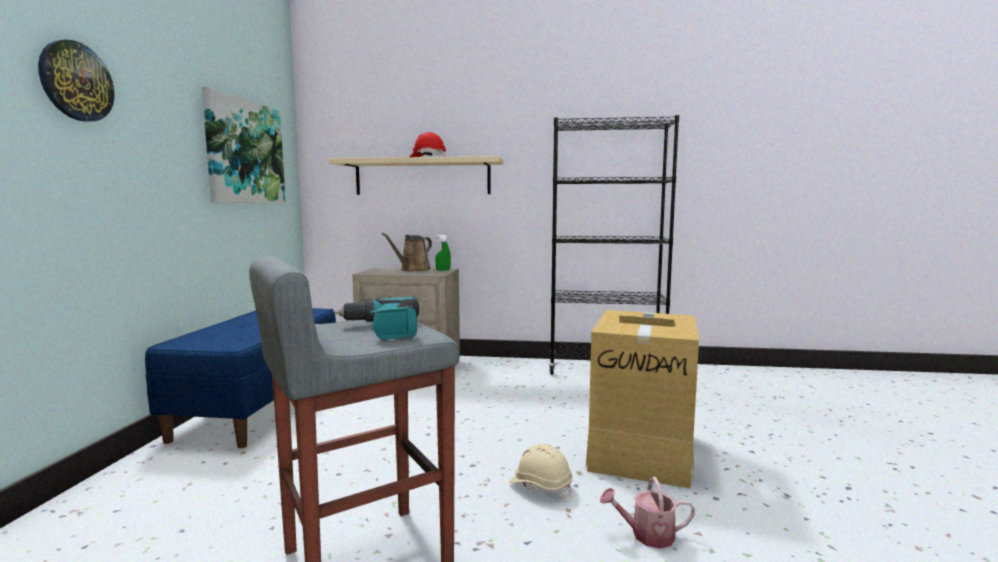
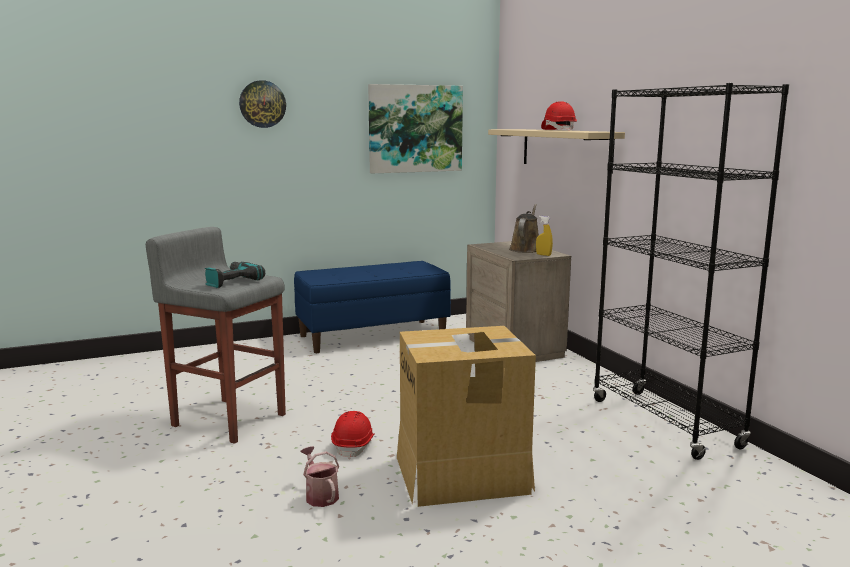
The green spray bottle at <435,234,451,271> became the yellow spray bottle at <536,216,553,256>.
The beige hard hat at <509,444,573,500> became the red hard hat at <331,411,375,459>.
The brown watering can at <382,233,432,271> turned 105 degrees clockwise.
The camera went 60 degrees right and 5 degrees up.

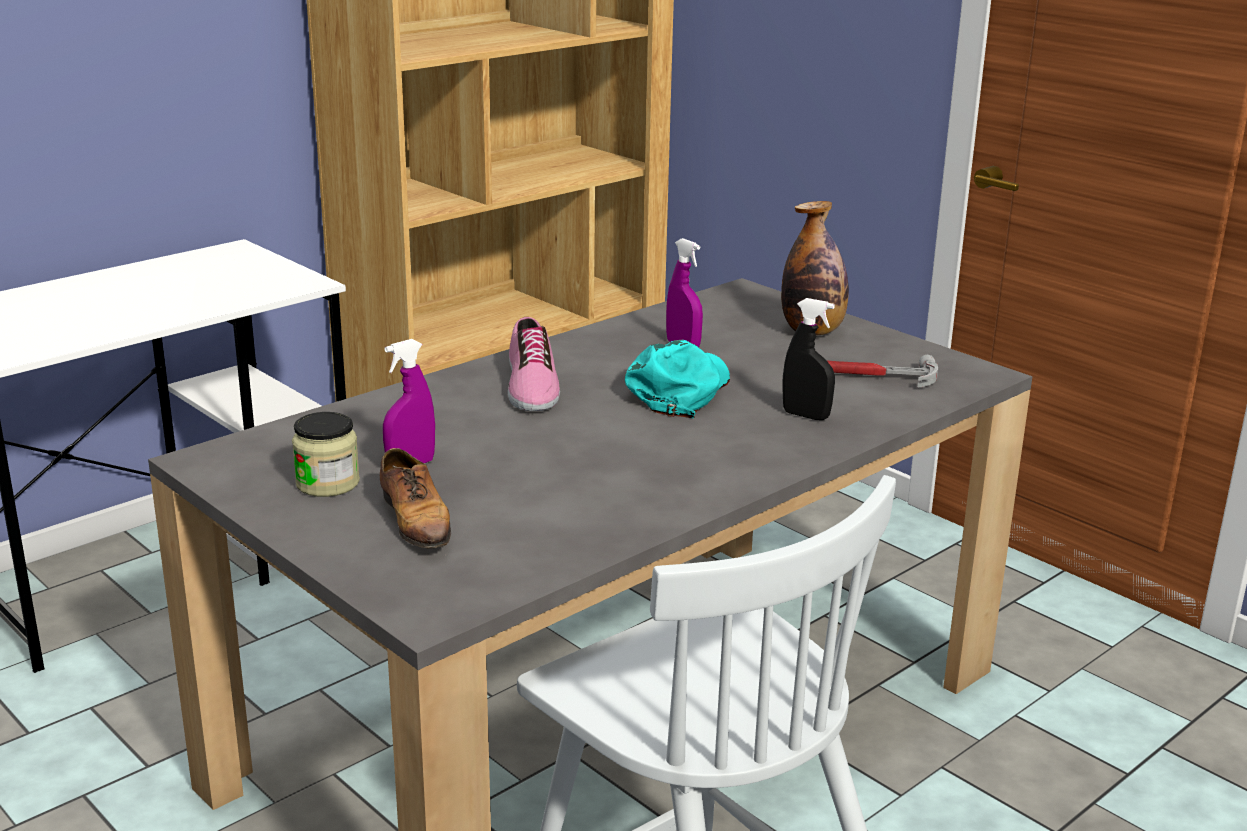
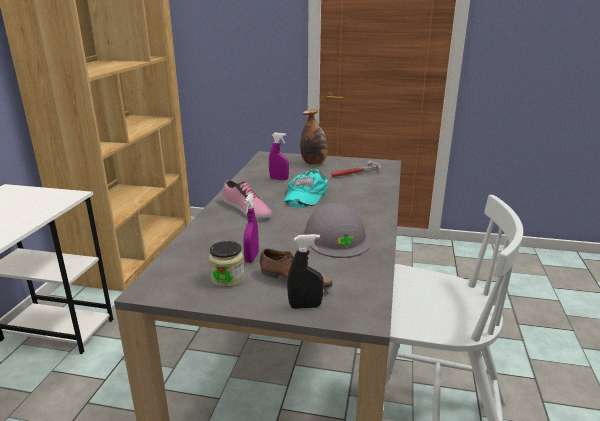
The grey hard hat at <302,203,371,258> appeared.
The black spray bottle moved from <783,298,835,420> to <287,234,324,309>.
The turquoise cap at <625,340,730,418> turned 150 degrees counterclockwise.
The camera went 35 degrees left and 0 degrees up.

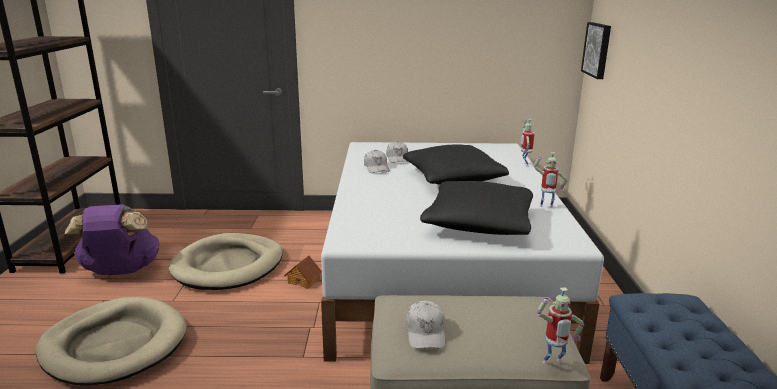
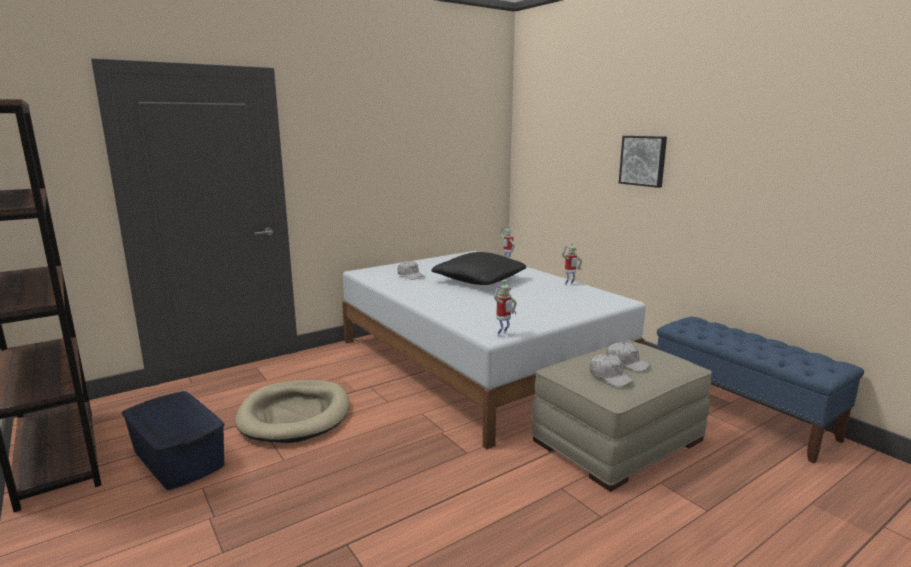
The beige dog bed at <36,297,186,386> disappeared.
The toy house at <284,255,322,289> disappeared.
The black pillow at <420,181,533,235> disappeared.
The white cap moved from <364,150,390,173> to <606,342,650,372>.
The toy robot moved from <537,287,584,364> to <494,280,517,336>.
The picture moved from <581,22,611,79> to <619,136,667,188>.
The purple backpack at <65,204,160,275> was replaced by the blue storage box at <122,391,225,490>.
The camera went 35 degrees left and 5 degrees down.

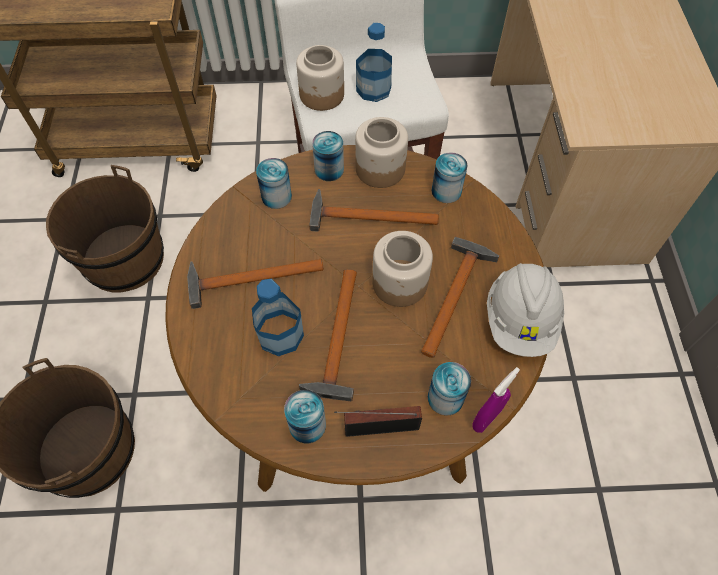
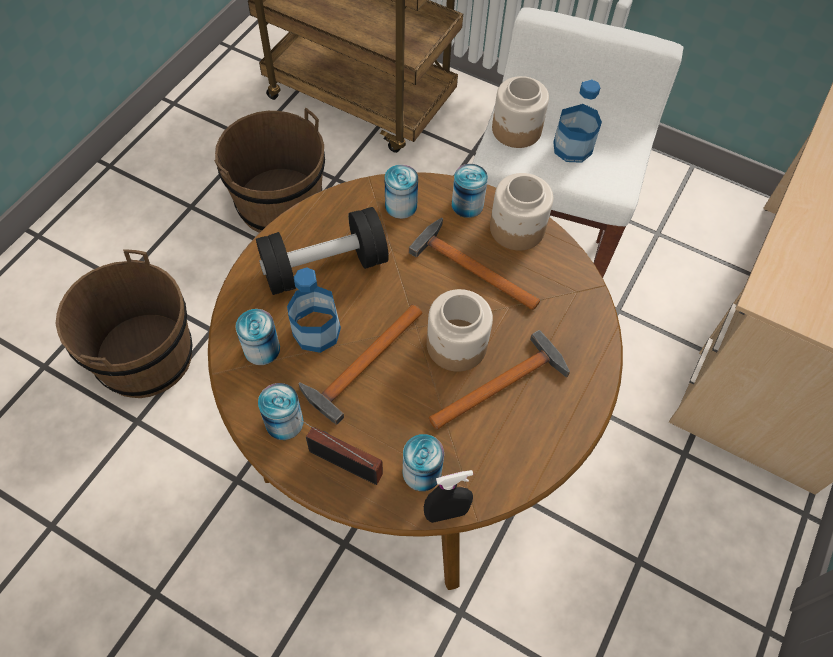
The white hard hat at <487,263,564,357> disappeared.
The can moved from <432,152,467,203> to <236,309,280,365>.
The hammer at <187,259,324,309> was replaced by the black dumbbell at <256,207,389,295>.
The purple spray bottle at <472,367,520,433> became the black spray bottle at <424,470,473,523>.
The camera went 30 degrees right and 0 degrees up.

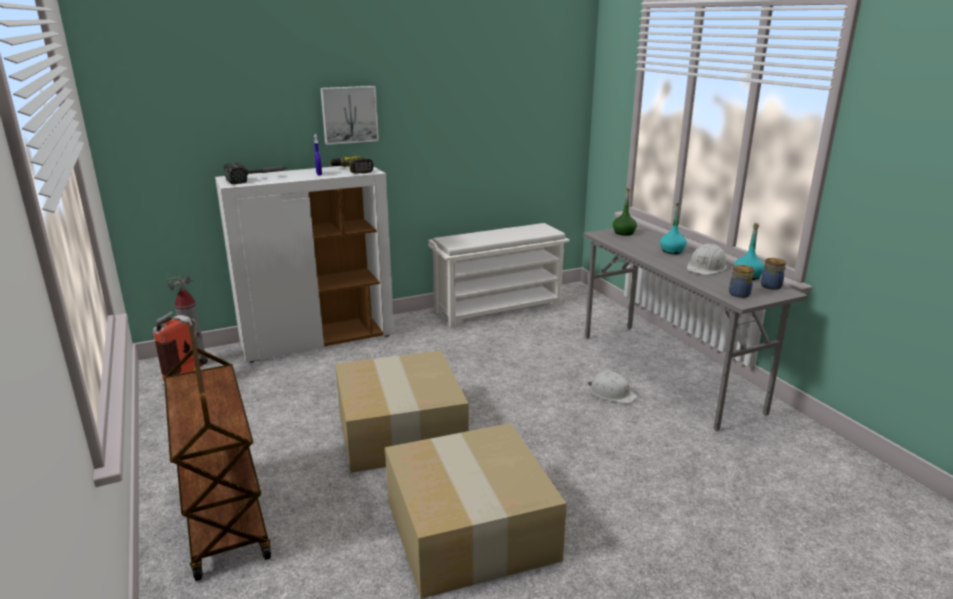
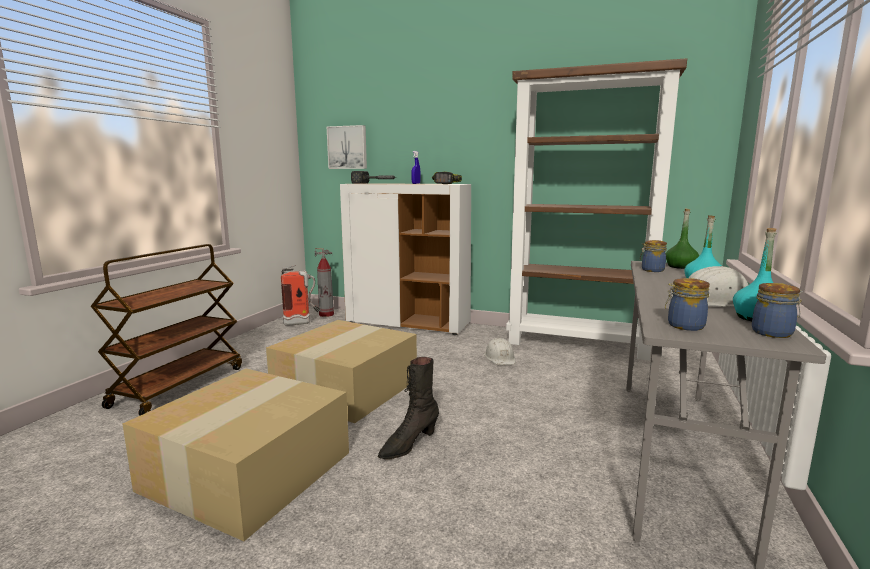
The black boot at <377,357,439,459> appeared.
The jar at <640,240,667,272> appeared.
The picture moved from <321,86,379,145> to <327,125,367,169>.
The white hard hat moved from <588,371,638,404> to <484,338,516,365>.
The white shoe rack at <428,223,570,328> was replaced by the brown bookcase at <506,58,687,361>.
The camera went 45 degrees right and 10 degrees down.

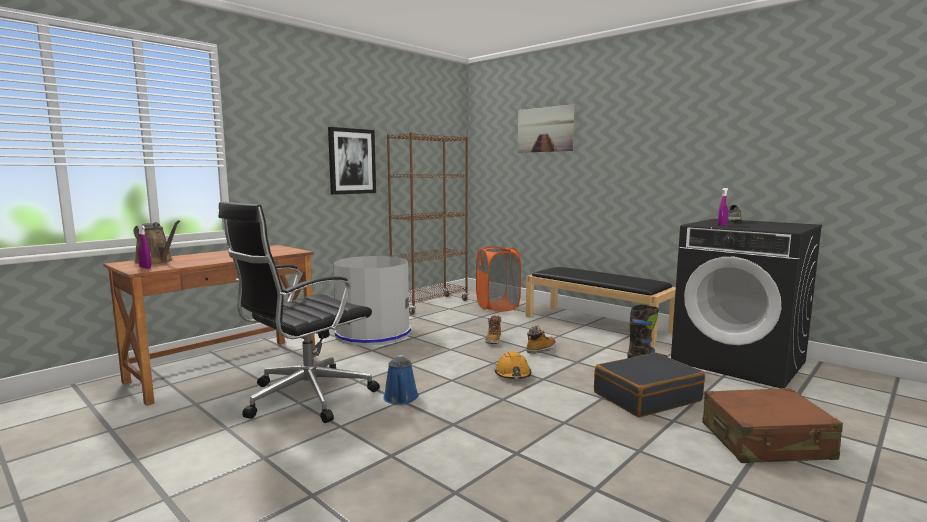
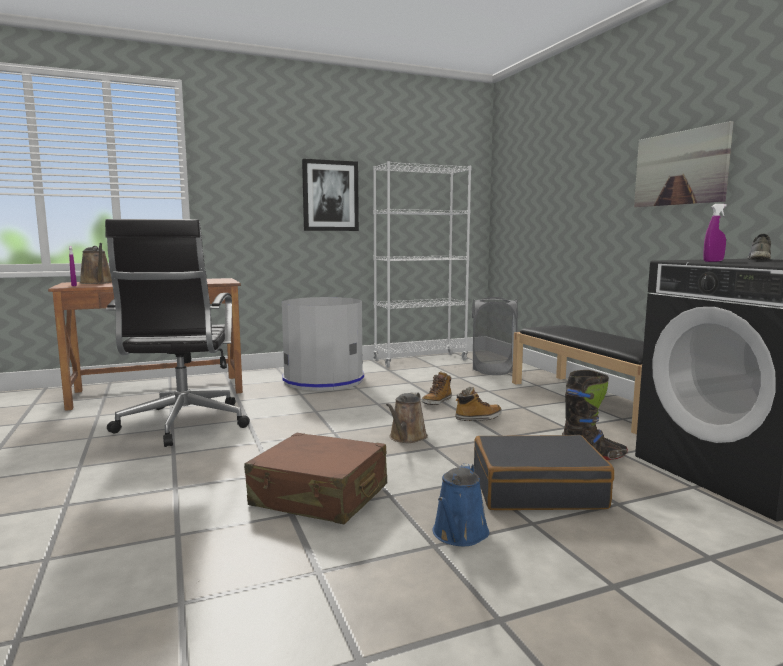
The blue watering can moved from <383,355,419,405> to <432,463,489,546>.
The picture moved from <518,105,574,153> to <634,121,733,207>.
The brown suitcase moved from <702,388,843,463> to <244,433,387,524>.
The orange hard hat at <495,351,531,379> was replaced by the brown watering can at <386,392,428,443>.
The brown bookcase at <387,133,468,315> became the white bookcase at <373,161,471,368>.
The orange laundry basket at <476,246,521,312> became the grey laundry basket at <472,297,518,375>.
The black office chair at <219,201,380,423> turned 75 degrees counterclockwise.
The camera went 25 degrees right and 0 degrees up.

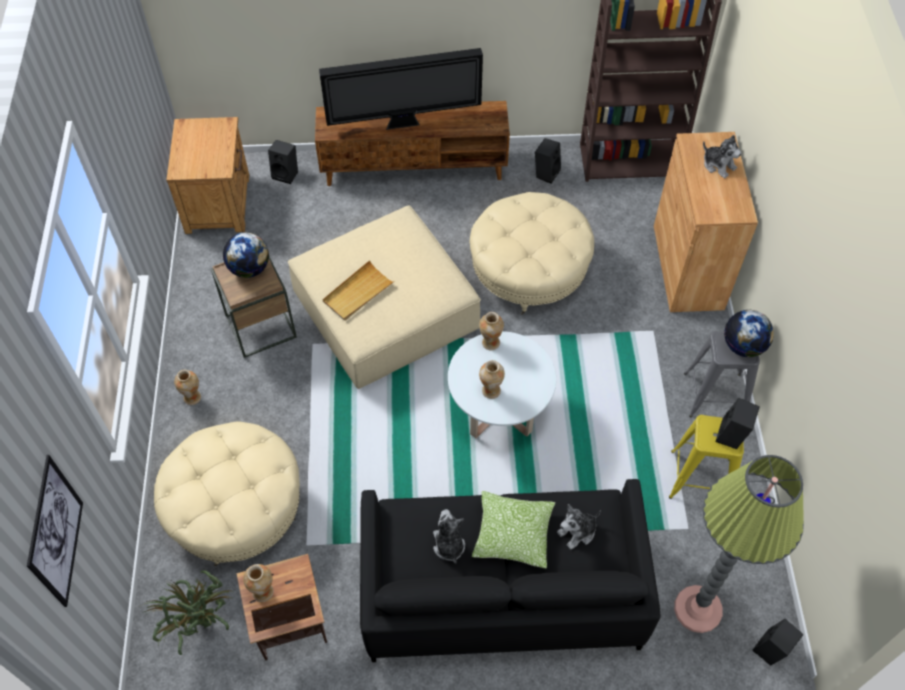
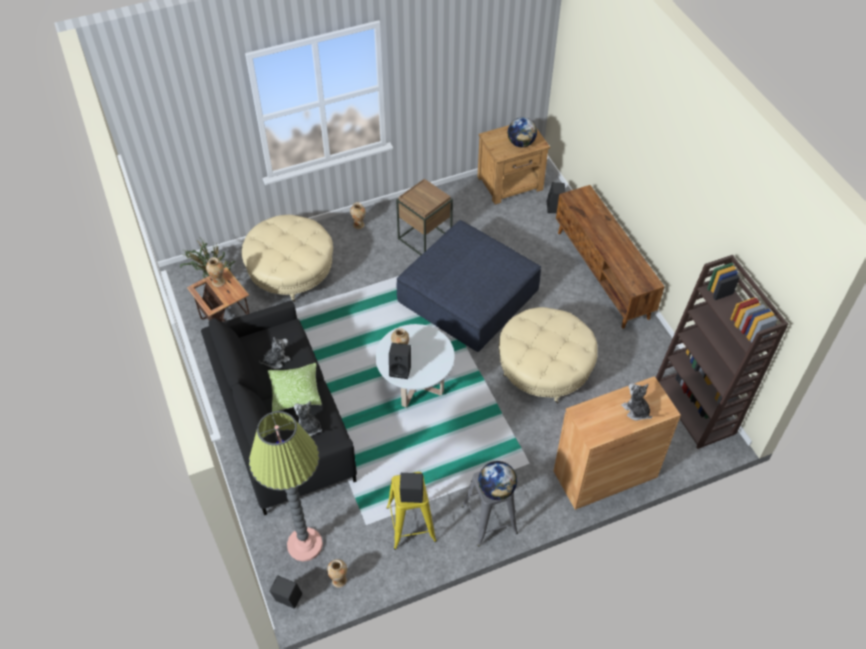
The picture at <27,455,83,607> disappeared.
The television at <319,48,483,130> disappeared.
The beige tray at <323,260,395,321> disappeared.
The globe moved from <223,233,269,278> to <507,117,537,147>.
The vase moved from <479,312,504,350> to <327,559,347,588>.
The black speaker moved from <535,138,561,184> to <389,343,411,379>.
The beige ottoman at <288,206,481,389> became the blue ottoman at <396,220,541,352>.
The plush toy at <703,135,742,178> turned 120 degrees clockwise.
The camera went 70 degrees right and 5 degrees down.

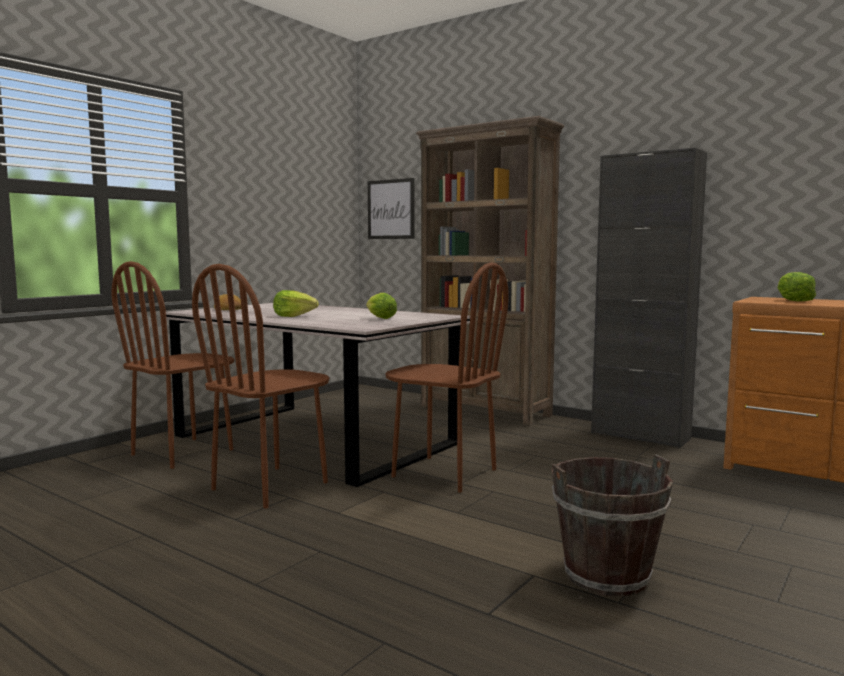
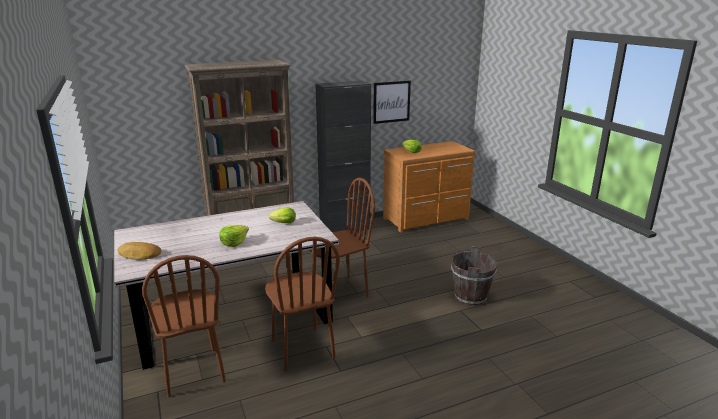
The picture moved from <368,178,414,239> to <373,81,411,124>.
The camera went 60 degrees left and 15 degrees up.

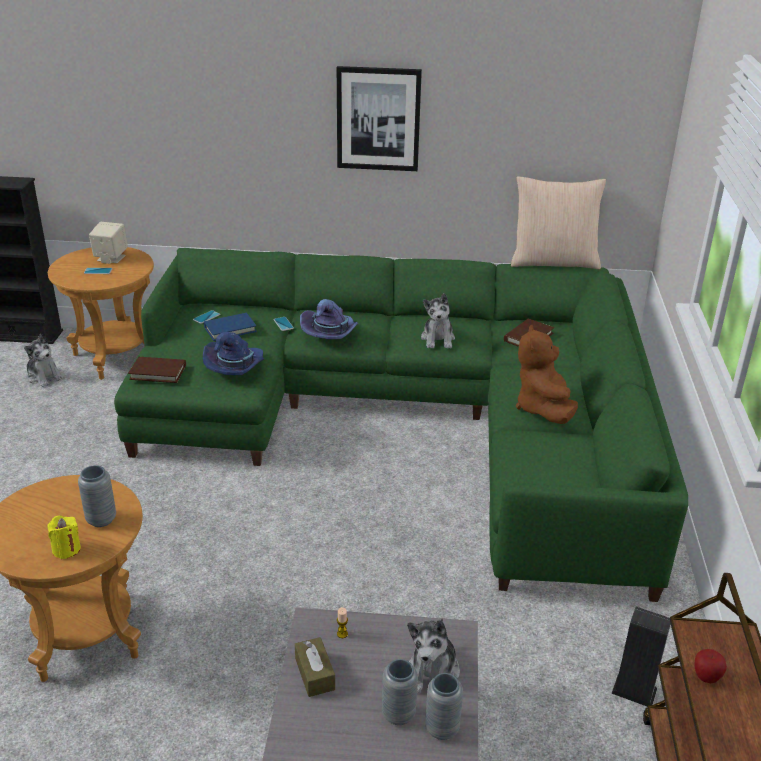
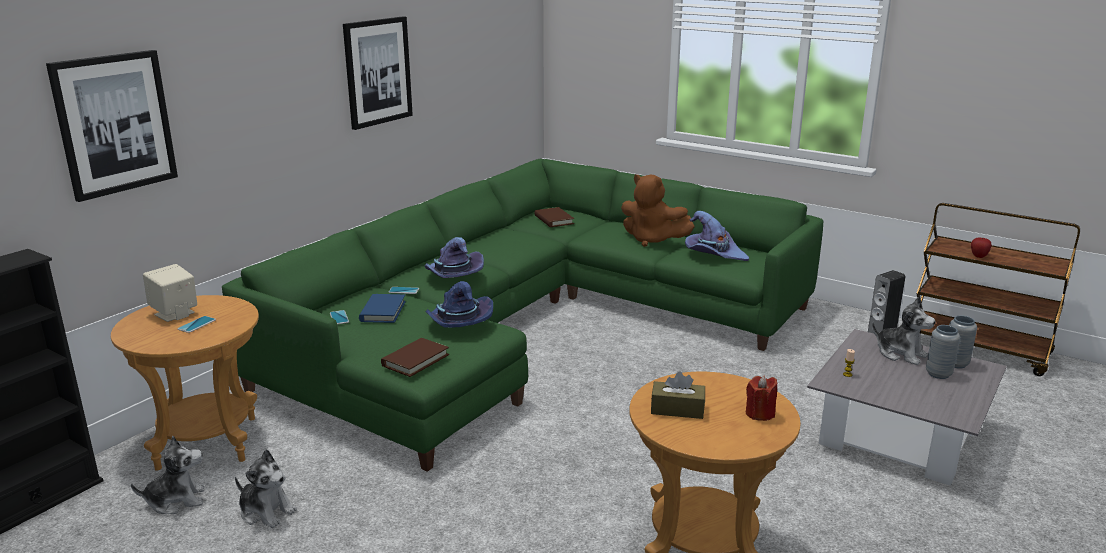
The grey vase at <78,465,116,527> disappeared.
The beige pillow at <511,176,606,269> disappeared.
The picture at <46,50,178,202> appeared.
The purple hat at <685,211,749,261> appeared.
The brown tissue box moved from <295,637,335,697> to <651,371,705,419>.
The plush toy moved from <421,293,455,348> to <235,449,297,528>.
The yellow candle at <47,516,81,559> became the red candle at <746,376,777,421>.
The camera went 60 degrees left and 10 degrees down.

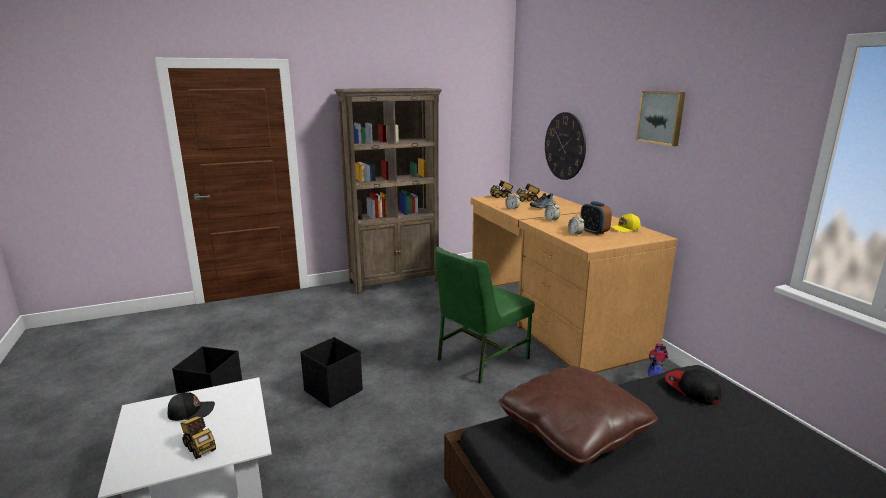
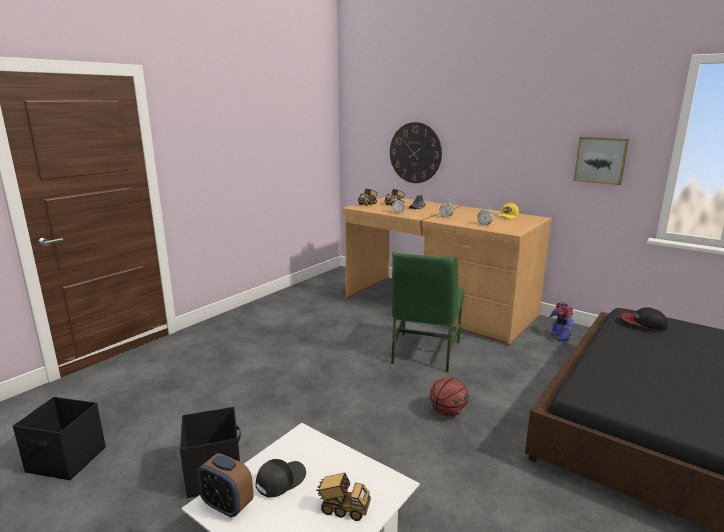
The brown bookcase at <335,88,442,294> disappeared.
The brown pillow at <499,366,658,466> disappeared.
The basketball at <430,377,469,416> appeared.
The black storage box moved from <300,337,363,408> to <13,397,106,480>.
The alarm clock moved from <580,201,612,235> to <197,453,254,518>.
The picture moved from <636,91,685,146> to <574,137,629,185>.
The camera went 30 degrees left and 0 degrees up.

